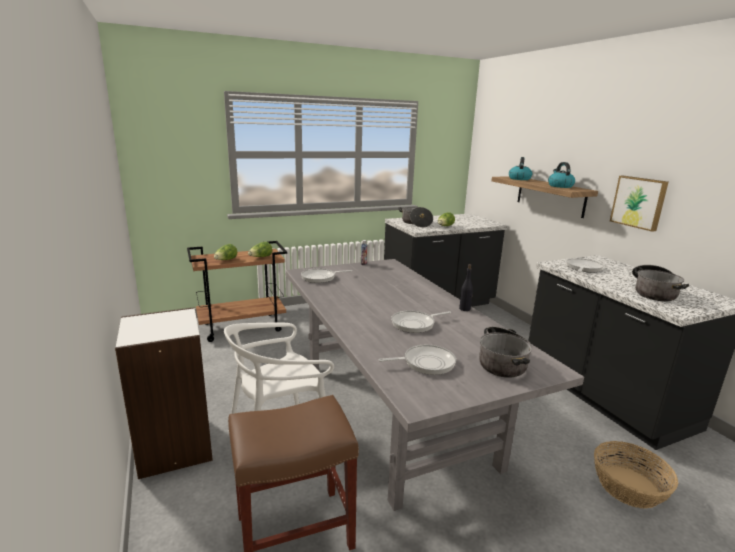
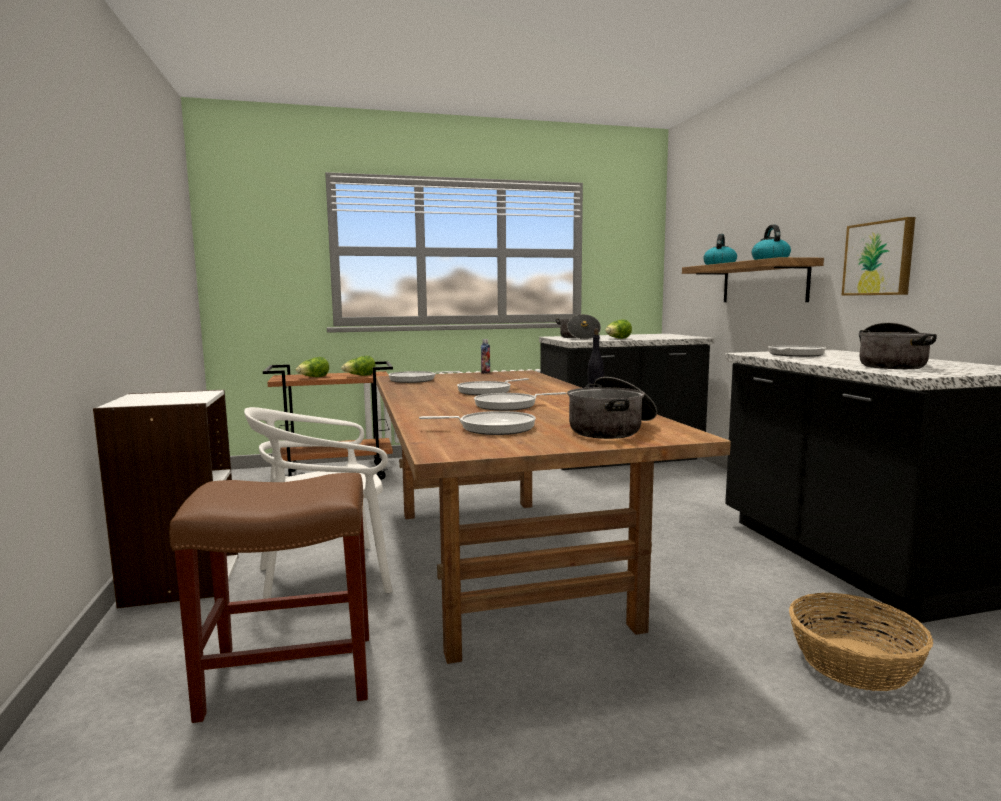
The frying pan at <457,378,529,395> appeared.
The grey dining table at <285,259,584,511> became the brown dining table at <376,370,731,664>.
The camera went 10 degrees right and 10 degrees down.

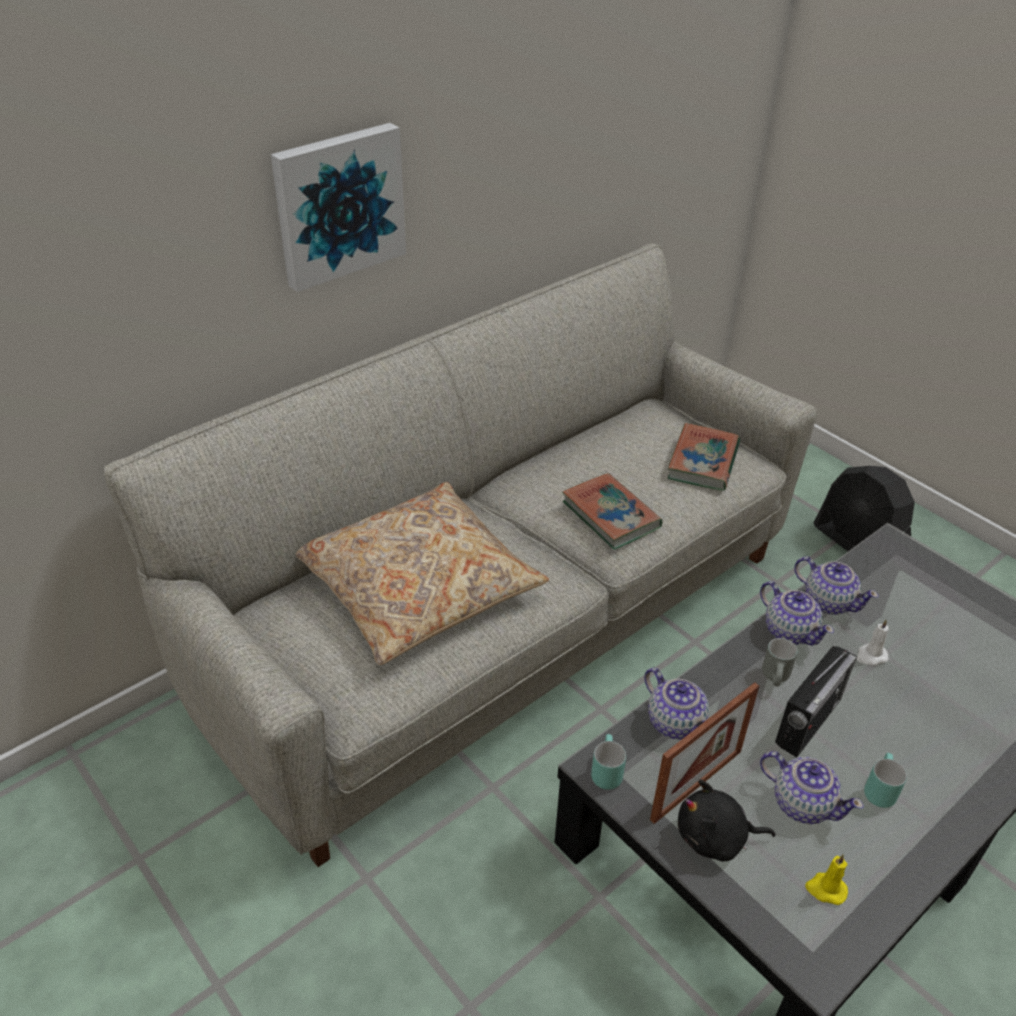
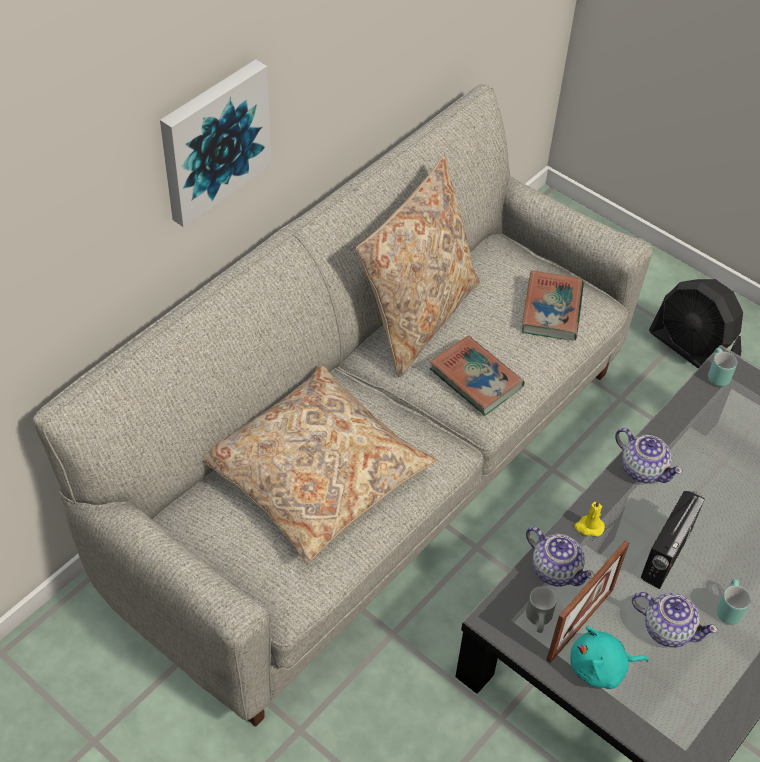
The teapot at <794,557,879,615> disappeared.
The white candle at <857,619,889,665> disappeared.
The beige pillow at <356,156,480,377> appeared.
The turquoise mug moved from <591,734,626,790> to <708,348,737,387>.
The grey mug moved from <762,638,797,687> to <526,586,557,633>.
The yellow candle moved from <805,854,848,905> to <574,500,605,536>.
The black plush toy at <678,779,776,861> became the turquoise plush toy at <571,626,649,689>.
The camera went 10 degrees left and 10 degrees up.

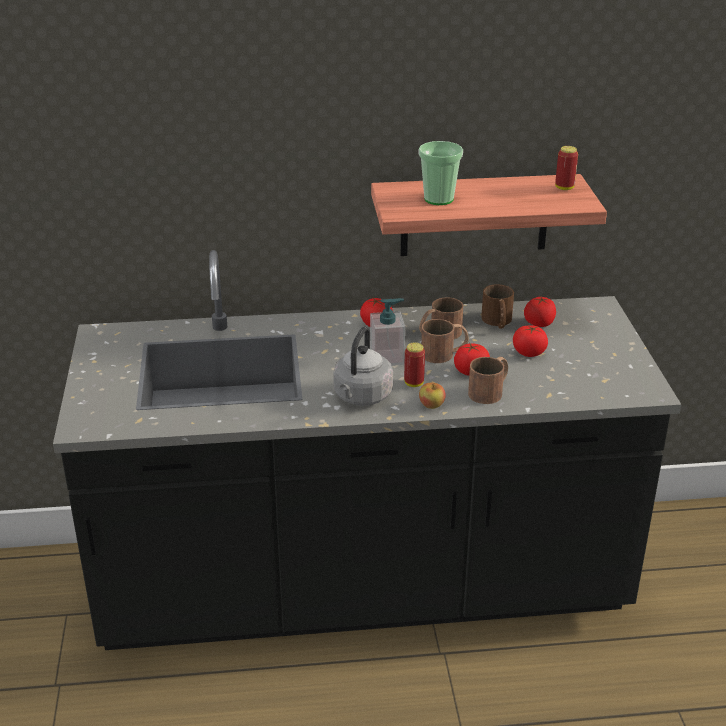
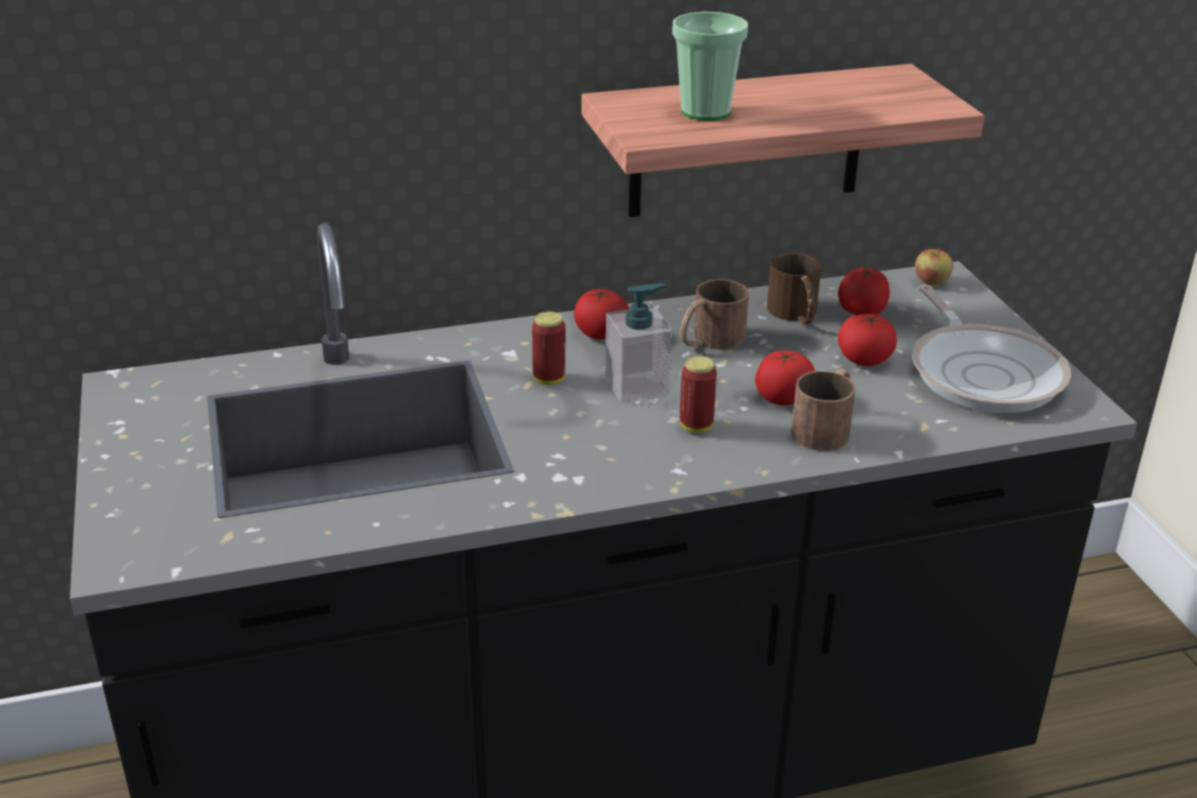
The grey kettle at <333,326,393,406> disappeared.
The brown mug at <421,319,469,363> disappeared.
The frying pan at <912,285,1071,413> appeared.
The apple moved from <419,382,446,409> to <915,248,953,285>.
The can moved from <555,146,578,190> to <532,312,566,385>.
The camera went 10 degrees left and 0 degrees up.

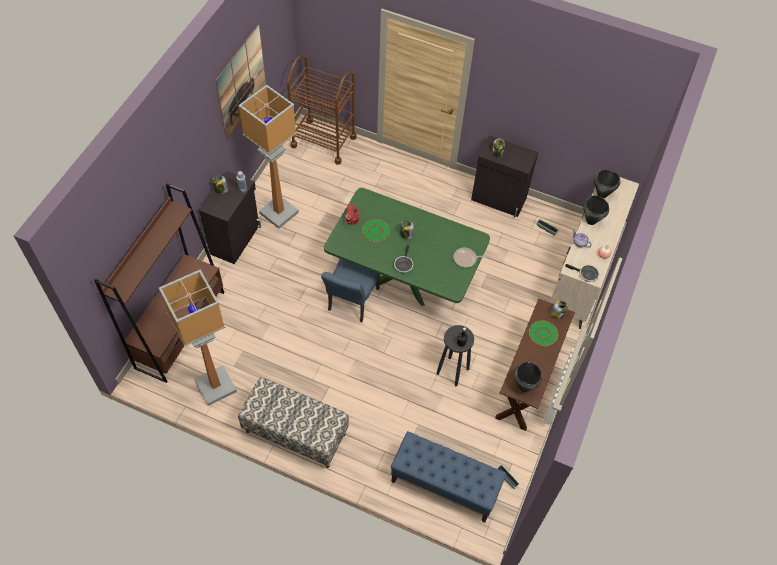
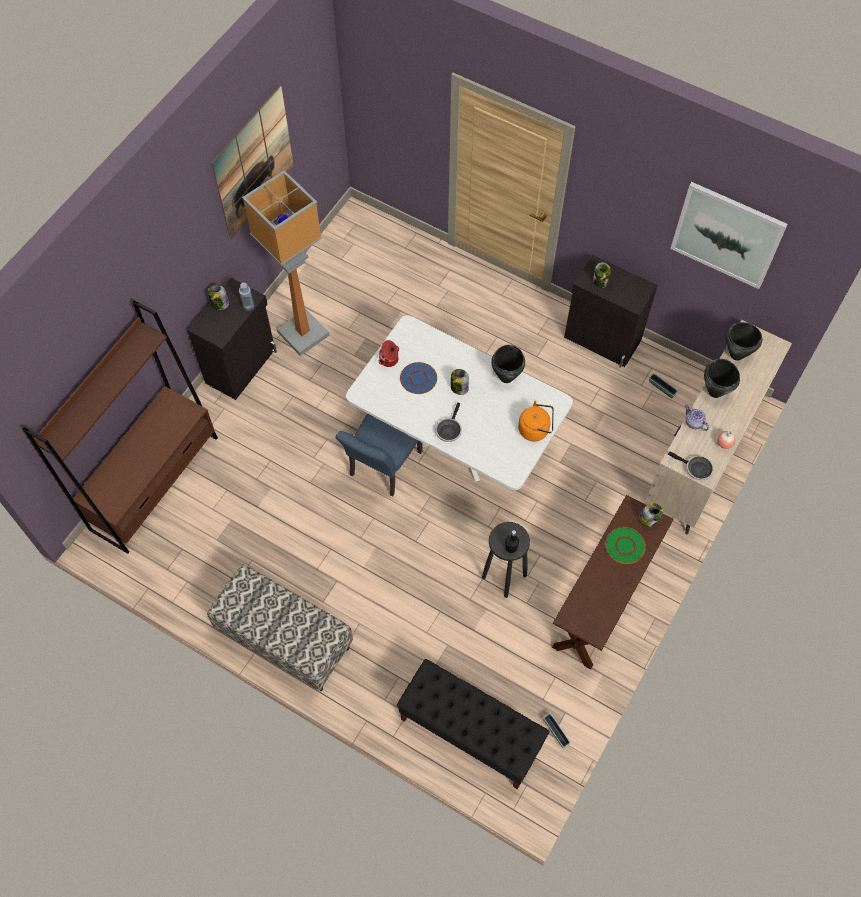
The floor lamp at <159,269,237,406> disappeared.
The brown cart at <287,56,357,165> disappeared.
The picture at <670,182,788,289> appeared.
The black cooking pot moved from <514,362,542,392> to <491,345,525,383>.
The frying pan at <453,248,490,268> was replaced by the orange kettle at <518,401,554,441>.
The green dining table at <324,188,490,306> became the white dining table at <346,315,573,490>.
The green plate at <362,219,390,242> became the blue plate at <400,362,437,394>.
The blue bench at <391,431,506,523> became the black bench at <397,659,550,790>.
The camera went 10 degrees right and 5 degrees up.

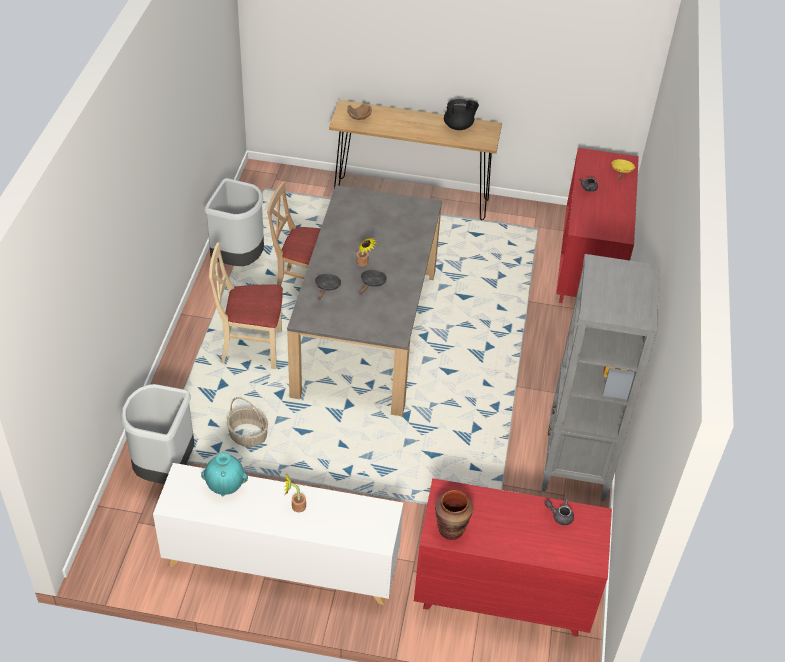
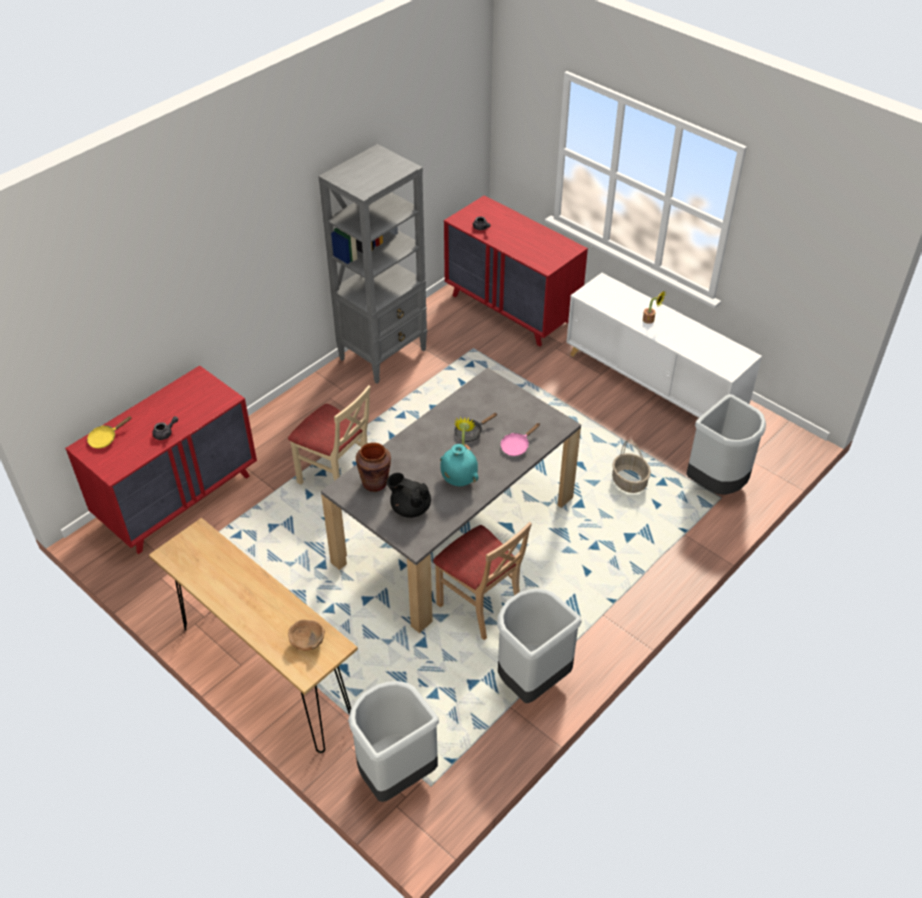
The grey trash can at <348,681,439,802> appeared.
The turquoise vase moved from <201,452,248,496> to <440,444,478,486>.
The beige chair moved from <209,243,283,369> to <288,385,371,485>.
The brown vase moved from <435,490,473,540> to <356,442,391,492>.
The black teapot moved from <444,99,479,130> to <387,473,431,518>.
The black frying pan at <315,274,341,300> became the pink frying pan at <500,423,540,456>.
The camera went 145 degrees left and 0 degrees up.

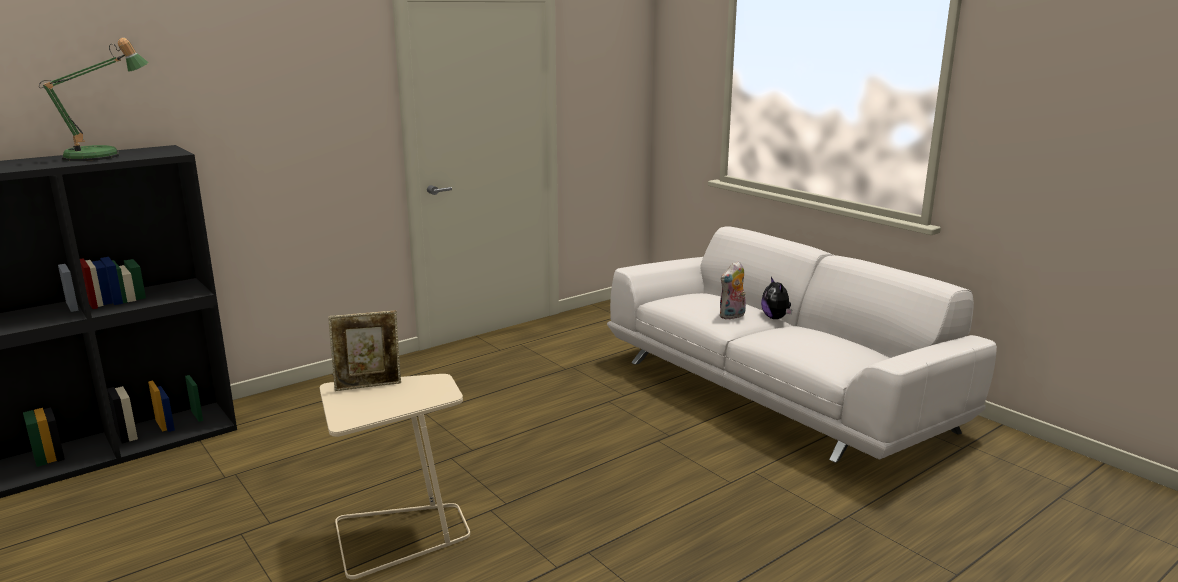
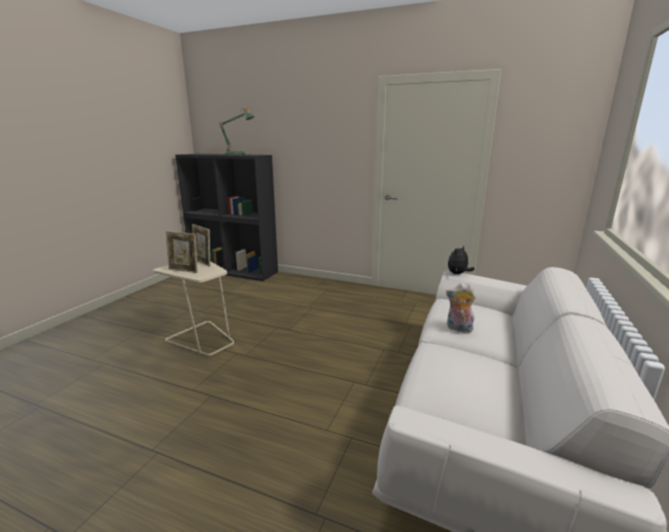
The picture frame at <166,231,198,273> appeared.
The plush toy moved from <761,277,792,319> to <448,245,475,274>.
The camera went 60 degrees right and 0 degrees up.

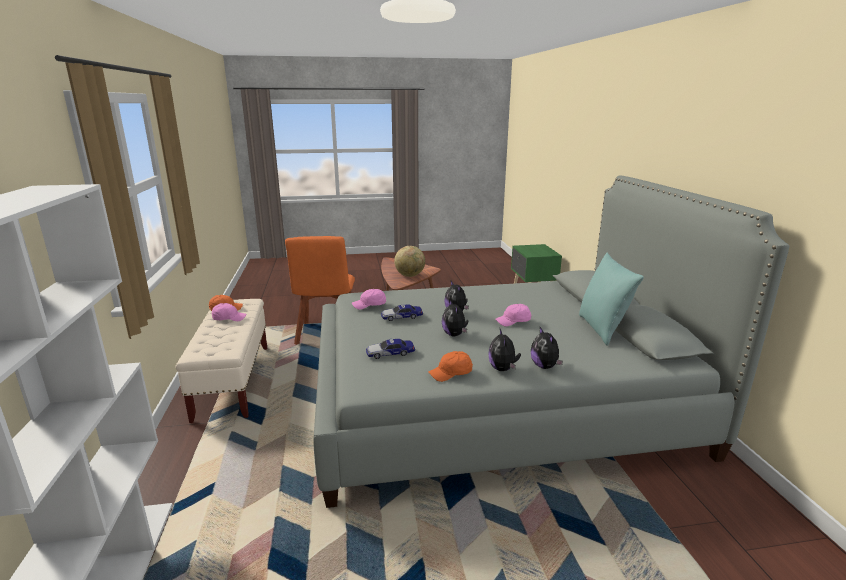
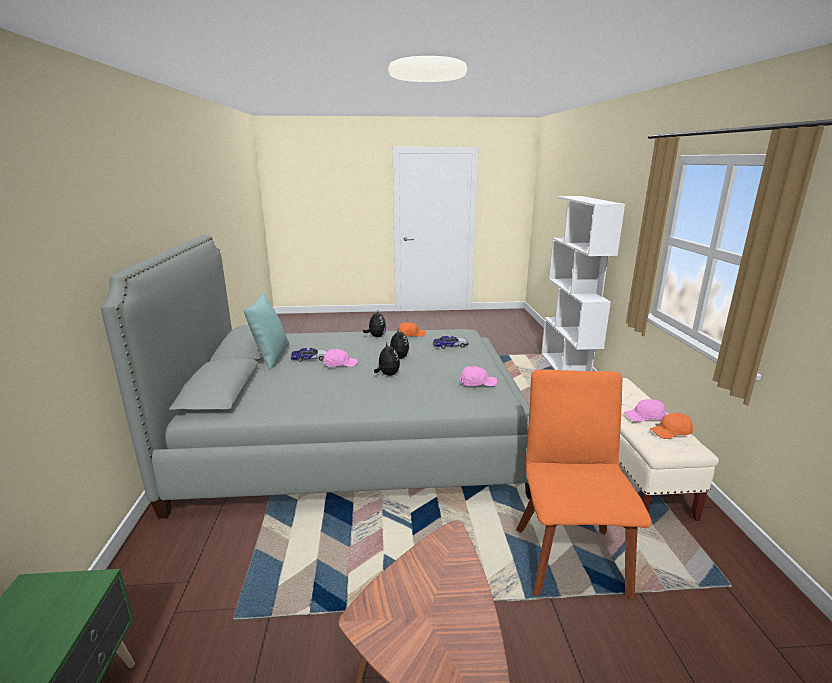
The globe at <394,246,425,277> disappeared.
The plush toy at <531,327,563,369> disappeared.
The toy car moved from <381,304,423,321> to <291,347,327,362>.
The camera went 175 degrees left and 0 degrees up.

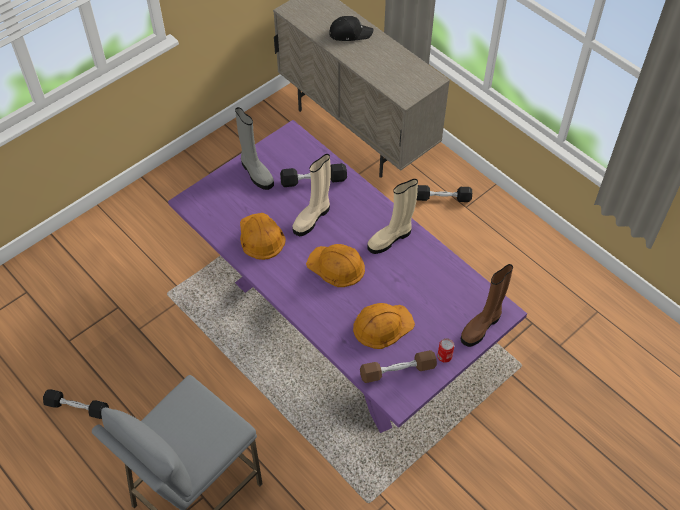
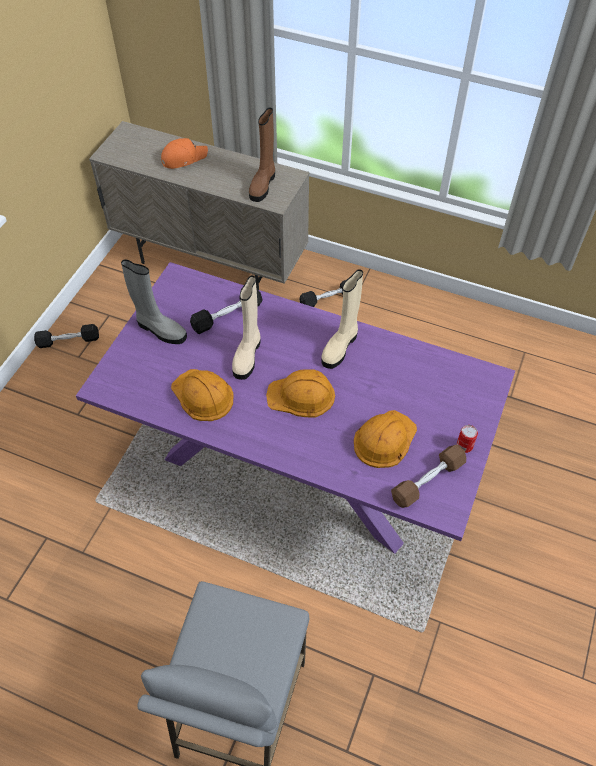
The black dumbbell moved from <43,389,109,419> to <34,324,99,348>.
The brown boot moved from <461,264,513,347> to <249,108,275,202>.
The black cap at <329,16,374,41> became the orange cap at <161,138,208,169>.
The camera went 25 degrees left and 0 degrees up.

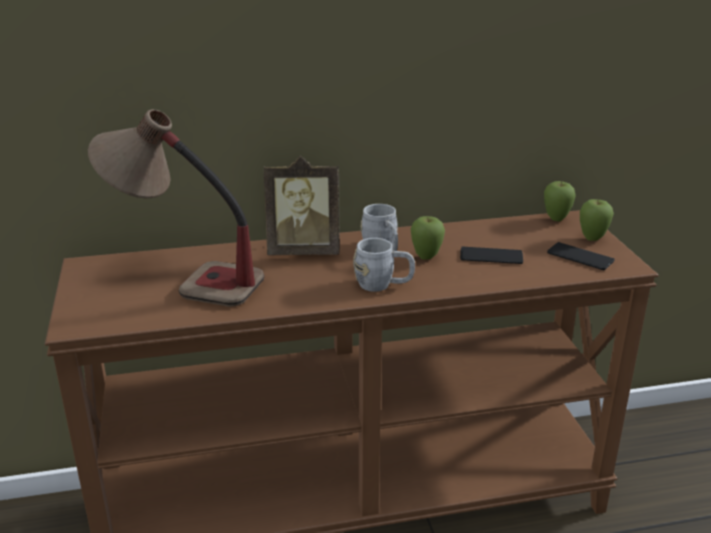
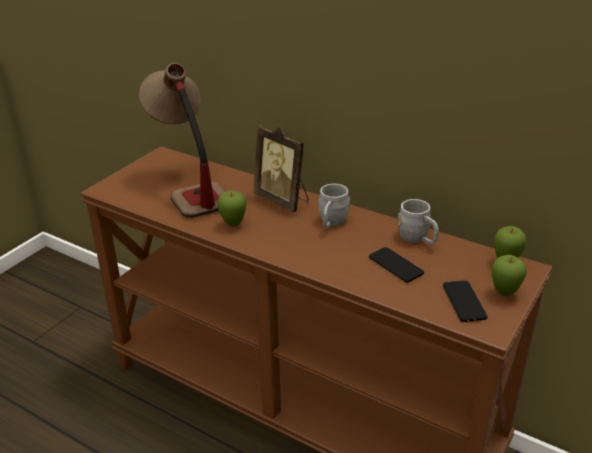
The grey mug moved from <353,238,415,292> to <398,199,439,244>.
The apple moved from <411,216,445,260> to <217,190,247,227>.
The camera went 45 degrees right and 5 degrees up.

